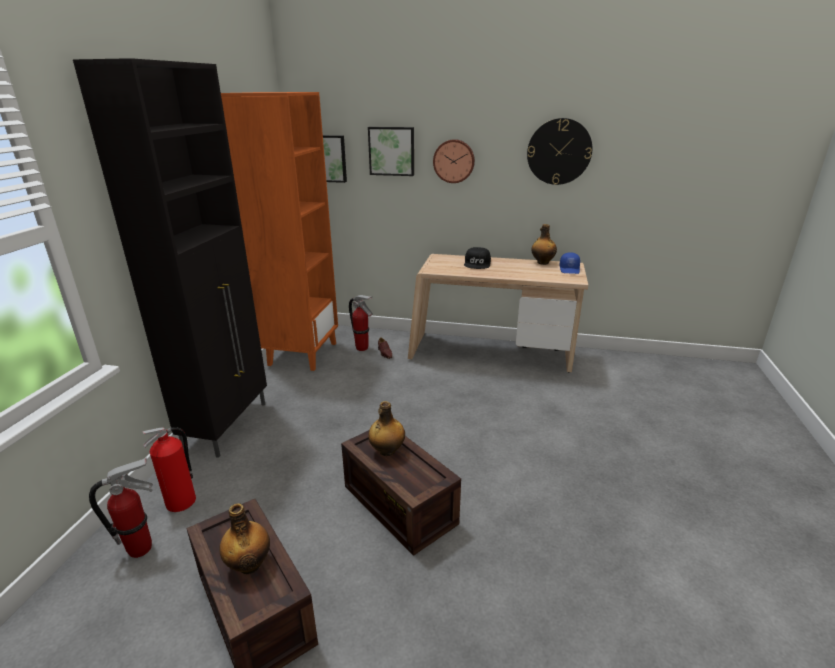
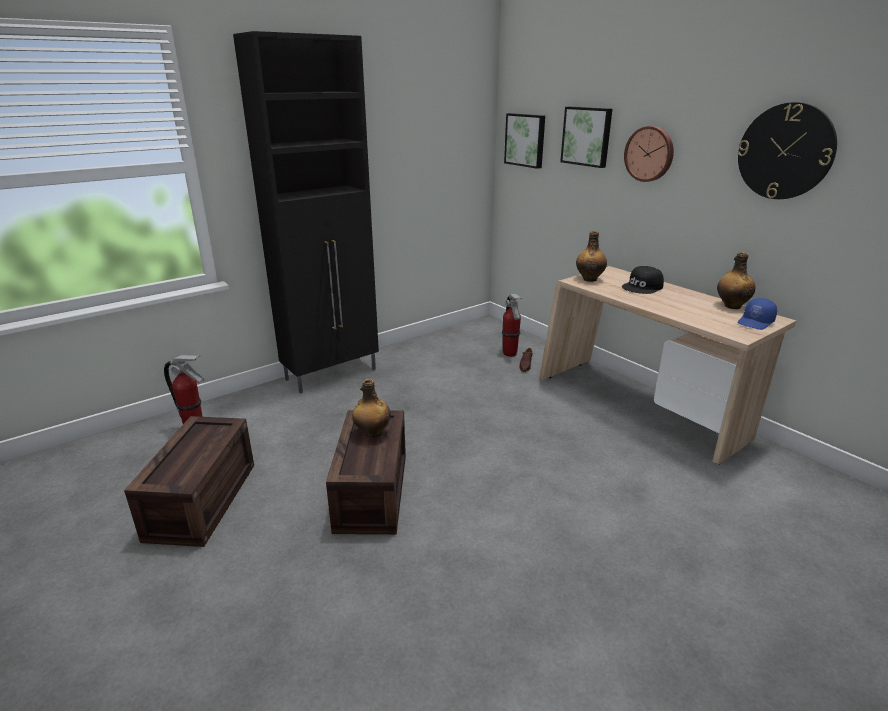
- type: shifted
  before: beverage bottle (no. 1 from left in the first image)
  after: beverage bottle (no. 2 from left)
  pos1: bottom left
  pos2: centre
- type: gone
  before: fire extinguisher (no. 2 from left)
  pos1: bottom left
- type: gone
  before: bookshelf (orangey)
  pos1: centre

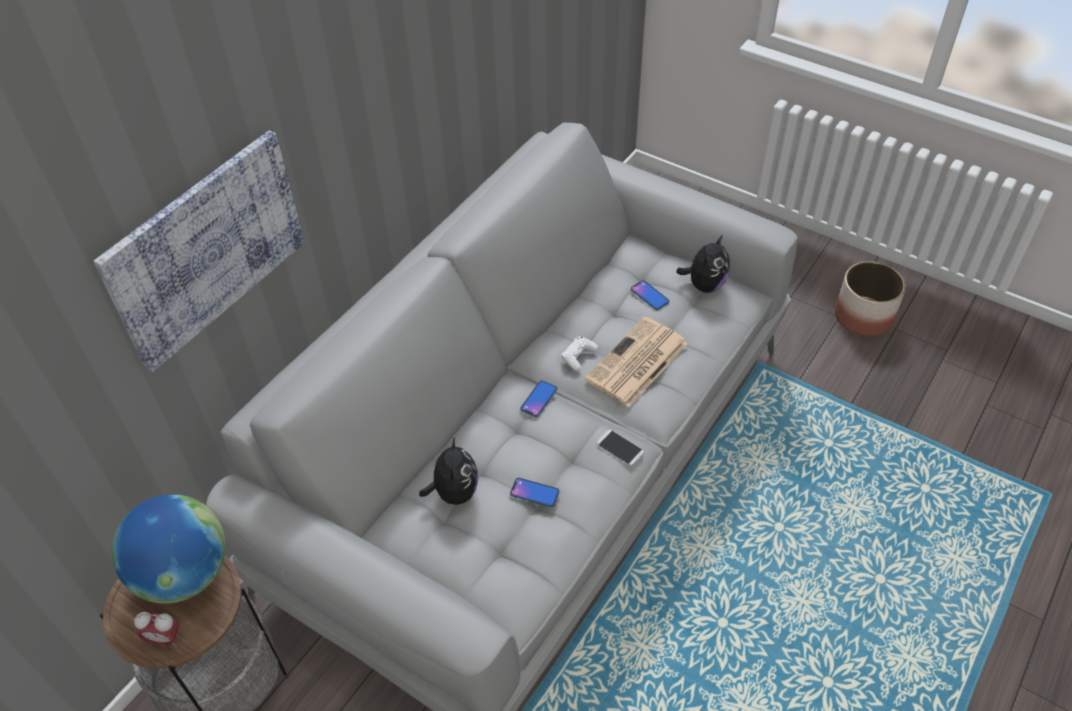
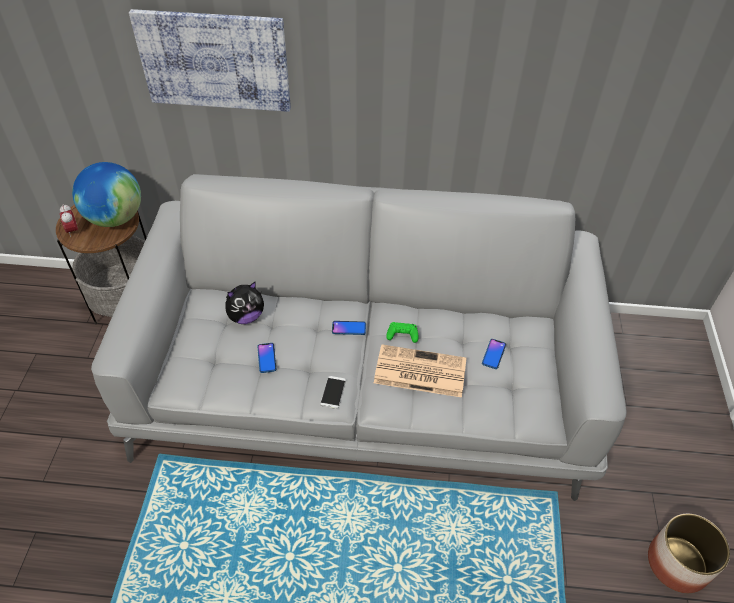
- type: repainted
  before: gamepad (white-coloured)
  after: gamepad (green)
  pos1: centre
  pos2: centre
- type: gone
  before: cuddly toy (no. 2 from left)
  pos1: centre

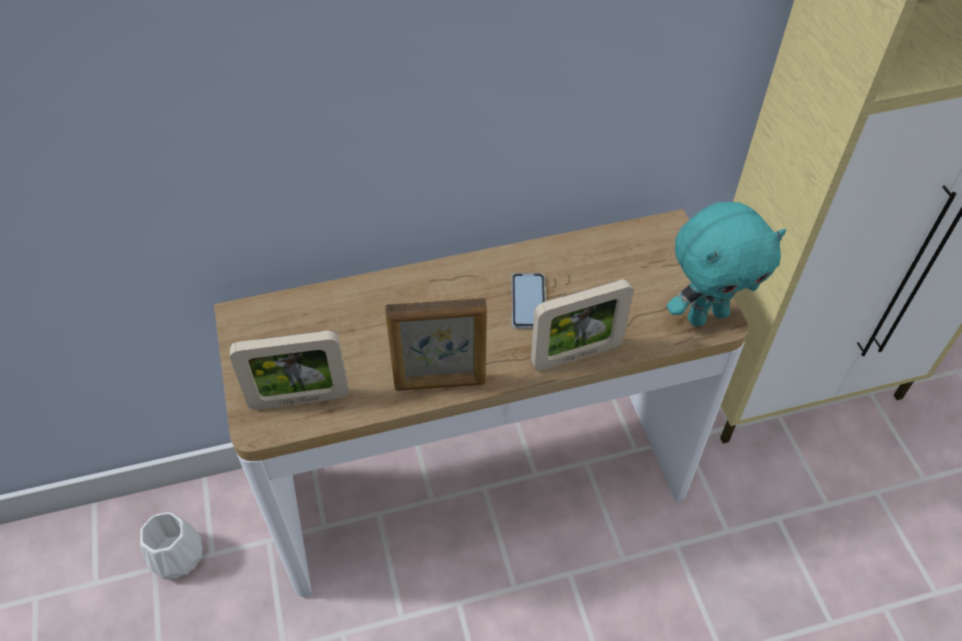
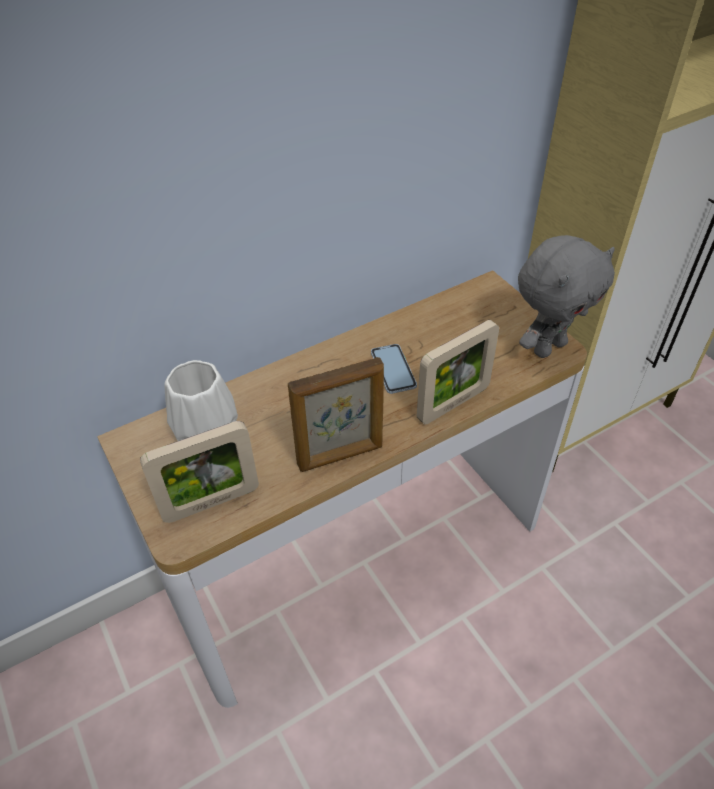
- type: shifted
  before: decorative vase (white-coloured)
  pos1: bottom left
  pos2: middle left
- type: repainted
  before: cuddly toy (turquoise-coloured)
  after: cuddly toy (grey)
  pos1: middle right
  pos2: middle right

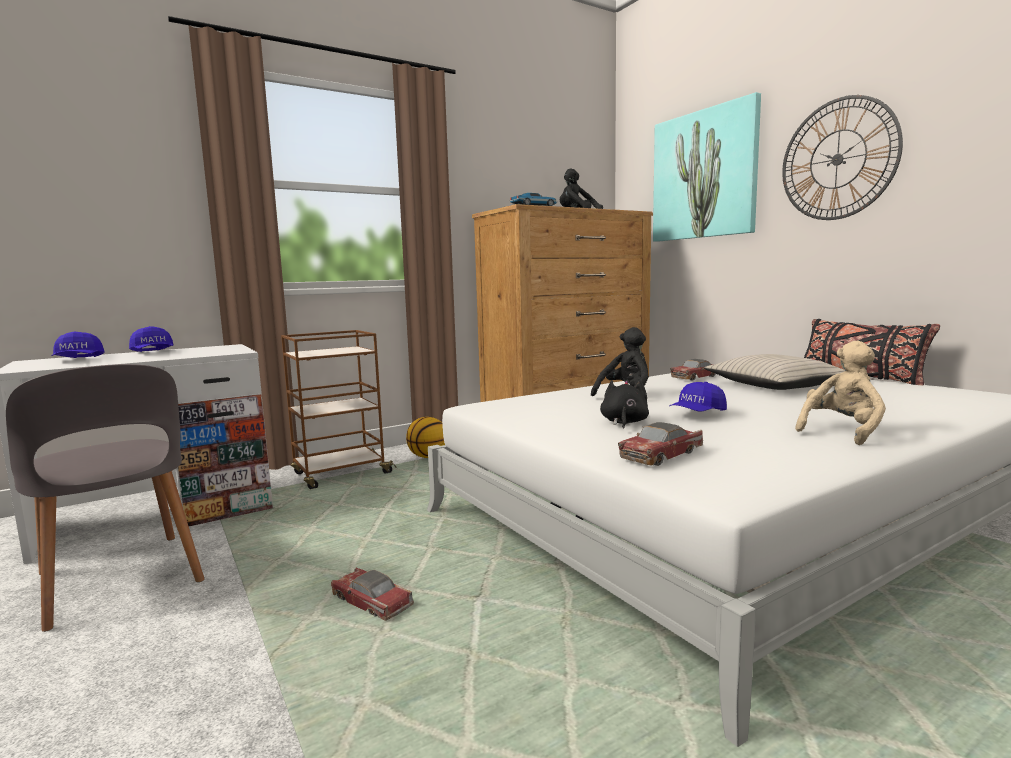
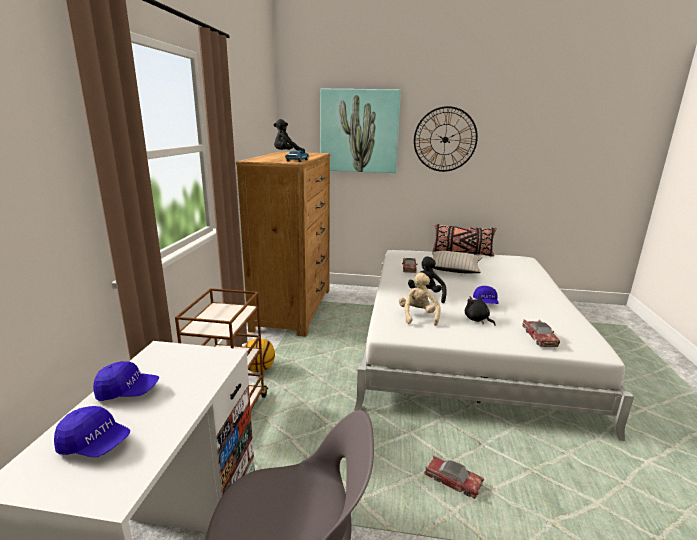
- type: shifted
  before: cuddly toy (beige)
  pos1: middle right
  pos2: centre
- type: rotated
  before: model car (no. 1 from left in the first image)
  pos1: bottom centre
  pos2: bottom centre
  turn: -135

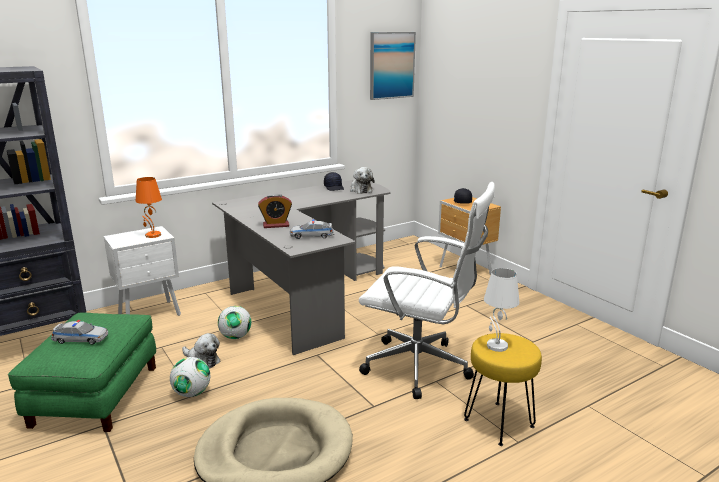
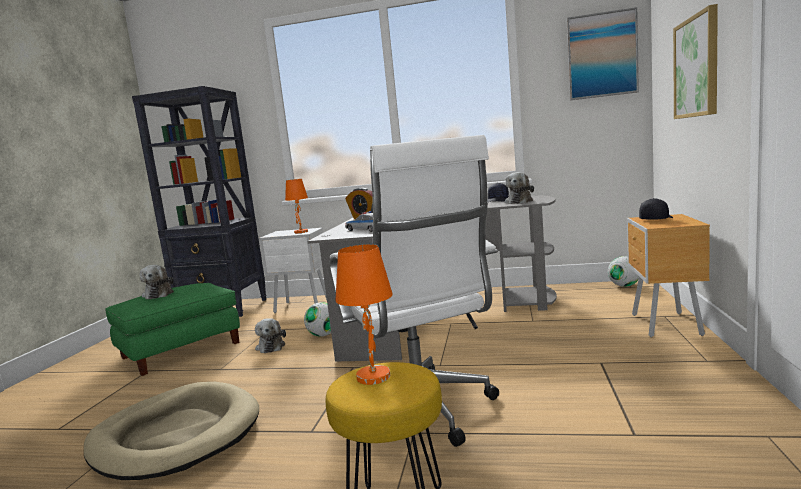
- type: swapped
  before: model car (no. 1 from left)
  after: cuddly toy (no. 1 from left)
  pos1: bottom left
  pos2: middle left
- type: repainted
  before: lamp for a table (white-coloured)
  after: lamp for a table (orangey) (no. 2 from left)
  pos1: middle right
  pos2: centre
- type: shifted
  before: football ball (no. 1 from left in the first image)
  after: football ball (no. 2 from left)
  pos1: bottom left
  pos2: middle right
- type: new
  after: wall picture (no. 2 from left)
  pos2: top right

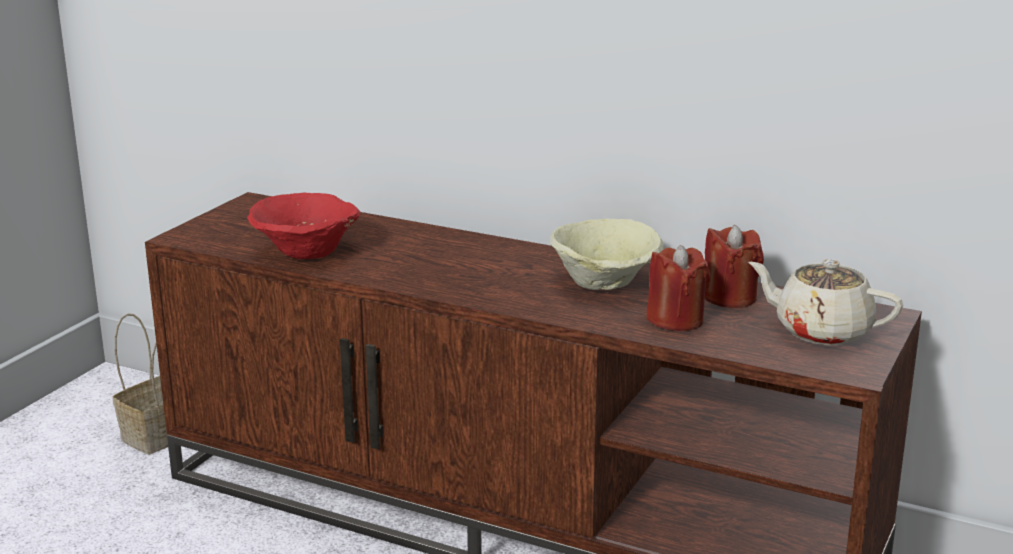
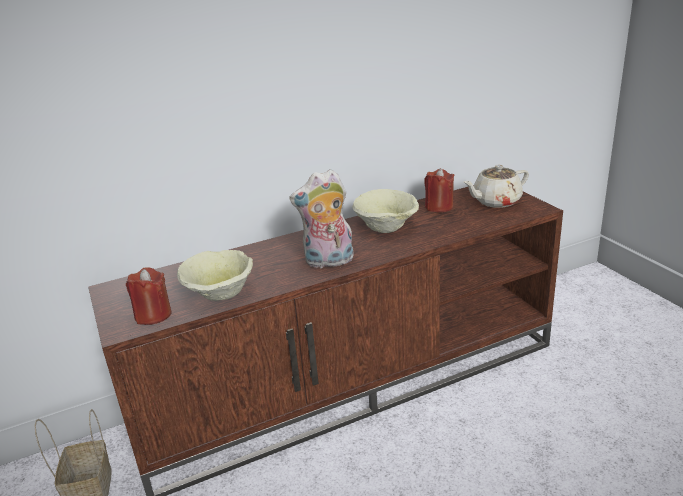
- type: shifted
  before: candle (reddish) (no. 1 from left)
  pos1: middle right
  pos2: middle left
- type: repainted
  before: serving bowl (reddish)
  after: serving bowl (beige) (no. 1 from left)
  pos1: middle left
  pos2: middle left
- type: new
  after: cuddly toy
  pos2: centre

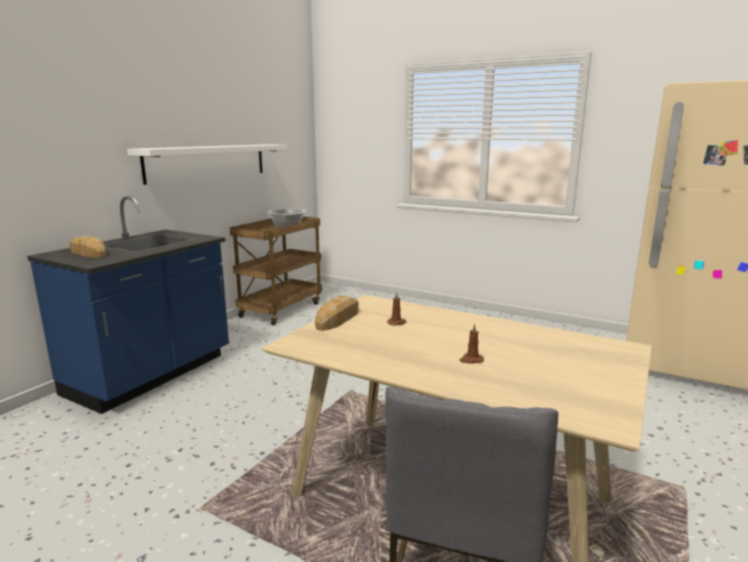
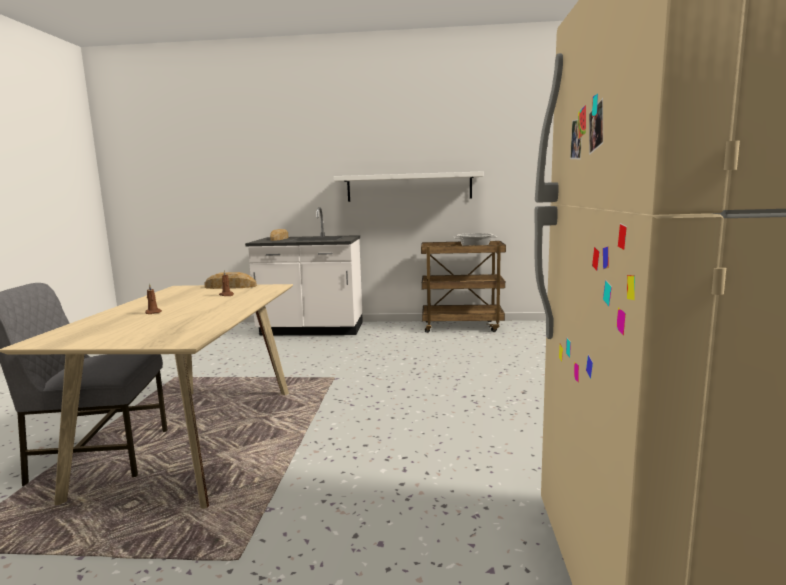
- type: repainted
  before: counter (bluish)
  after: counter (white-coloured)
  pos1: middle left
  pos2: centre

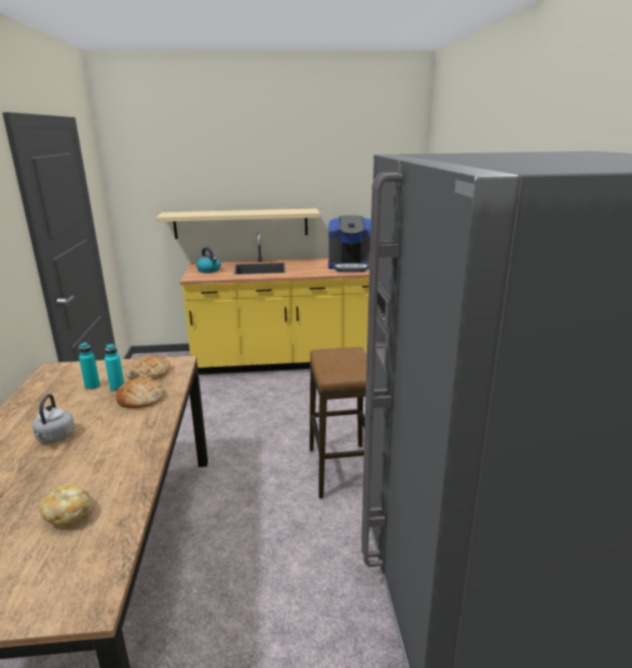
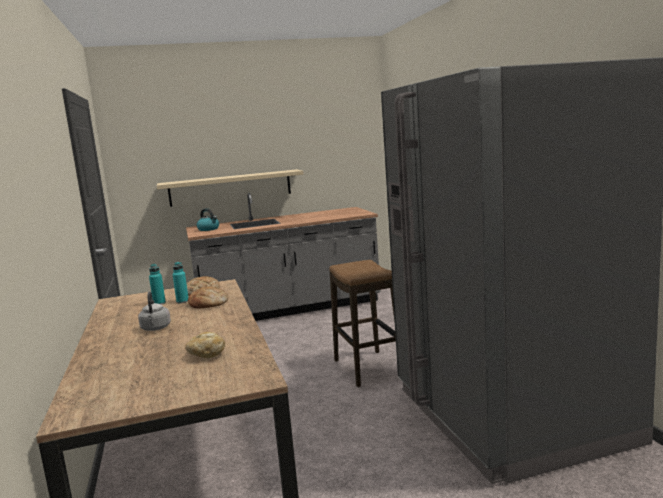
- type: repainted
  before: counter (yellowish)
  after: counter (grey)
  pos1: centre
  pos2: centre
- type: gone
  before: coffee brewer
  pos1: centre

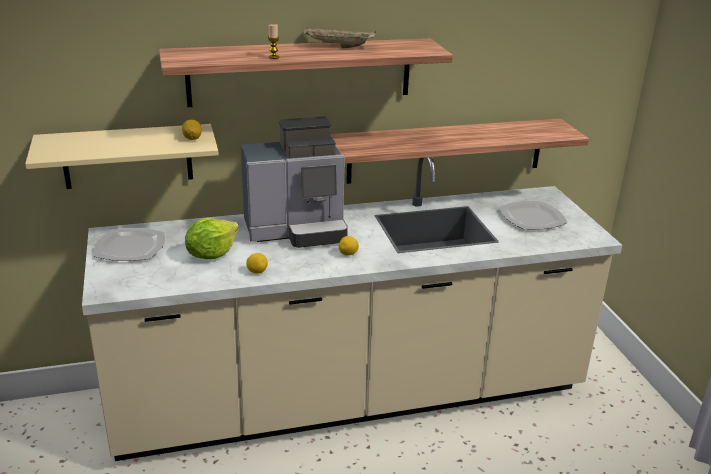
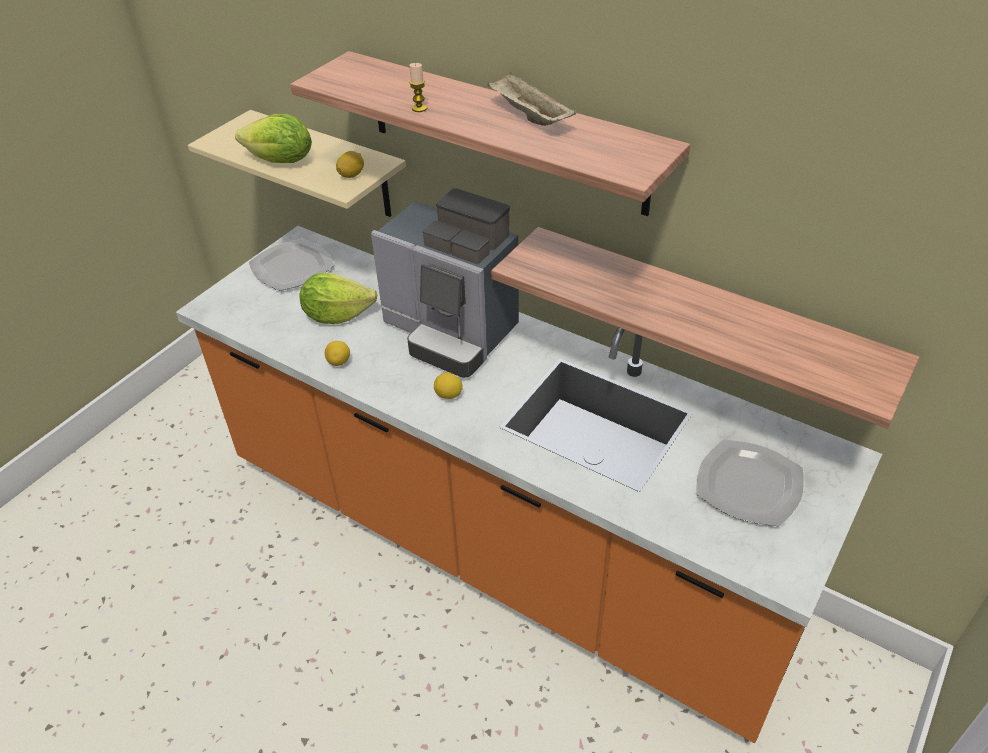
- type: repainted
  before: counter (beige)
  after: counter (orangey)
  pos1: centre
  pos2: centre
- type: new
  after: lettuce (no. 1 from left)
  pos2: top left

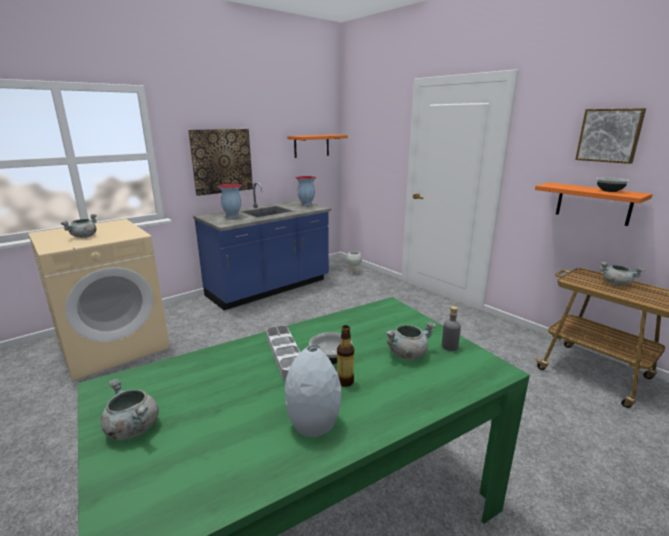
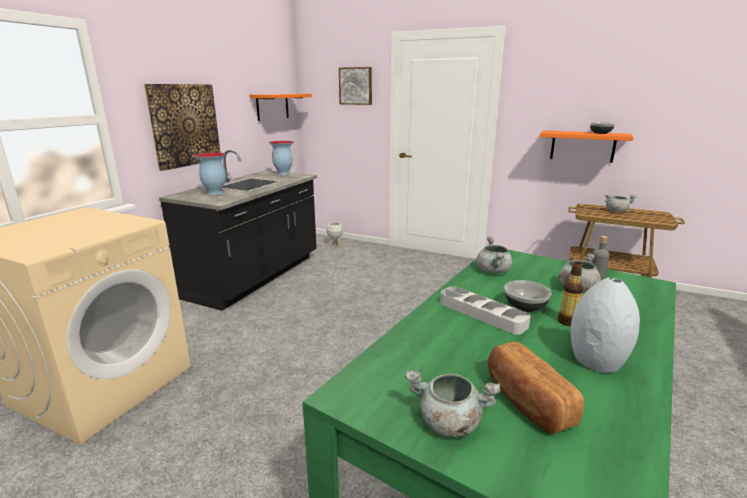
- type: repainted
  before: counter (bluish)
  after: counter (black-coloured)
  pos1: centre
  pos2: middle left
- type: shifted
  before: wall picture (no. 2 from left)
  pos1: top right
  pos2: top centre
- type: shifted
  before: cooking pot (grey) (no. 1 from left in the first image)
  after: cooking pot (grey) (no. 2 from left)
  pos1: middle left
  pos2: centre
- type: new
  after: bakery bread
  pos2: bottom right

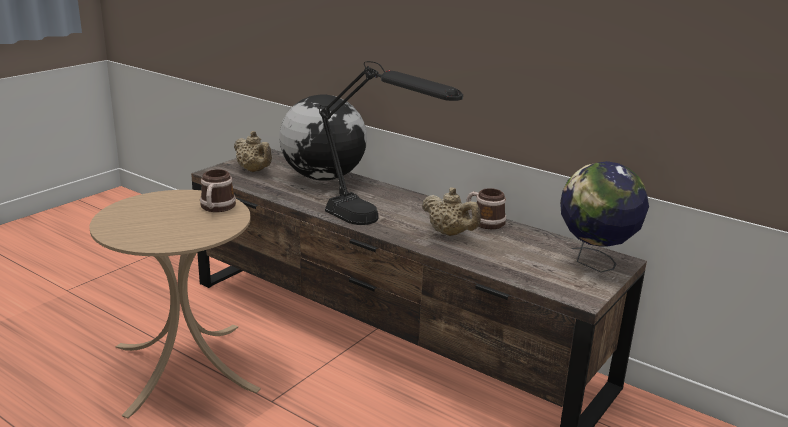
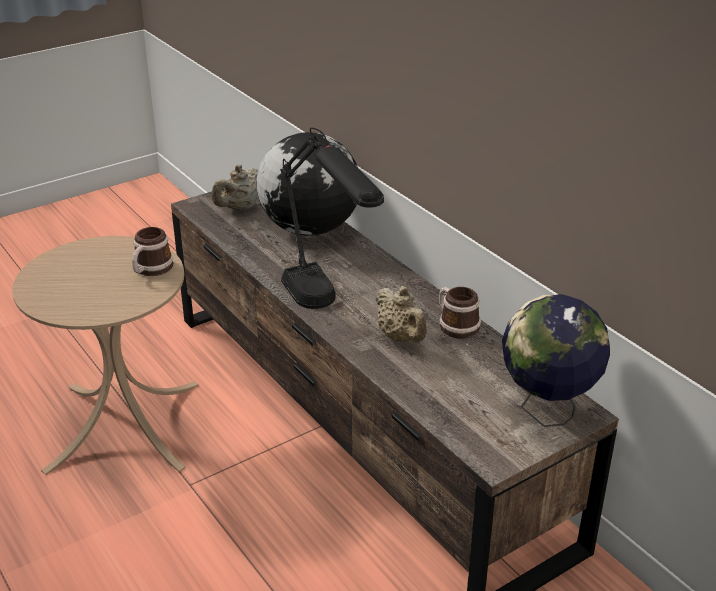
- type: rotated
  before: teapot (beige) (no. 1 from left)
  pos1: middle left
  pos2: top left
  turn: 60

